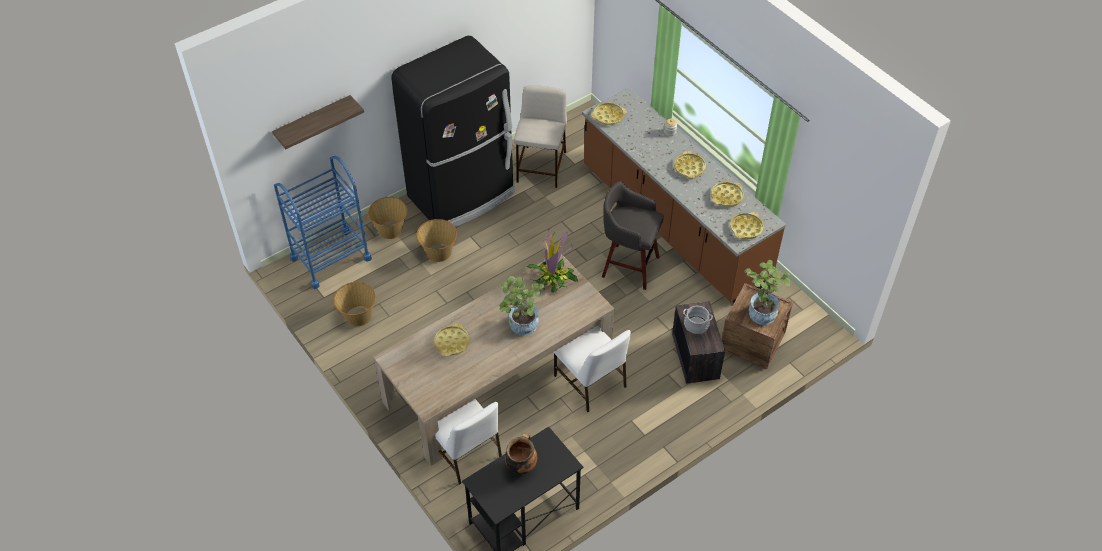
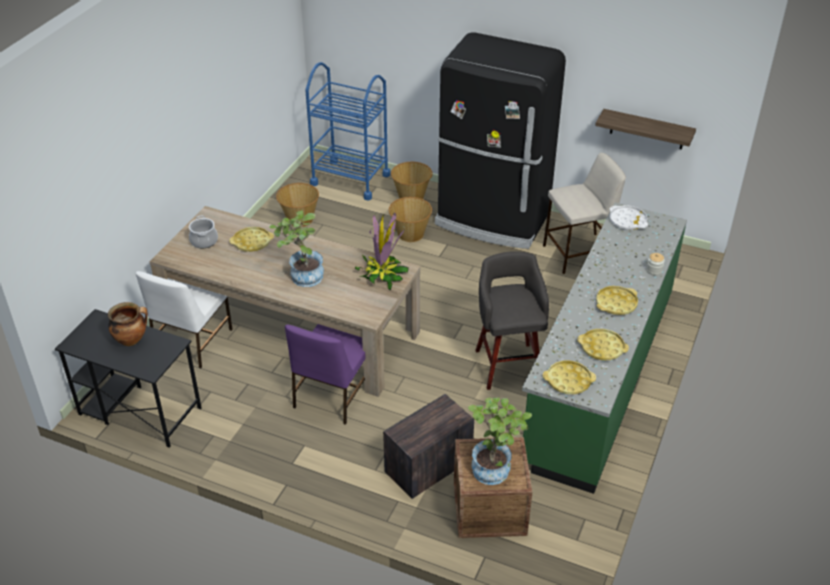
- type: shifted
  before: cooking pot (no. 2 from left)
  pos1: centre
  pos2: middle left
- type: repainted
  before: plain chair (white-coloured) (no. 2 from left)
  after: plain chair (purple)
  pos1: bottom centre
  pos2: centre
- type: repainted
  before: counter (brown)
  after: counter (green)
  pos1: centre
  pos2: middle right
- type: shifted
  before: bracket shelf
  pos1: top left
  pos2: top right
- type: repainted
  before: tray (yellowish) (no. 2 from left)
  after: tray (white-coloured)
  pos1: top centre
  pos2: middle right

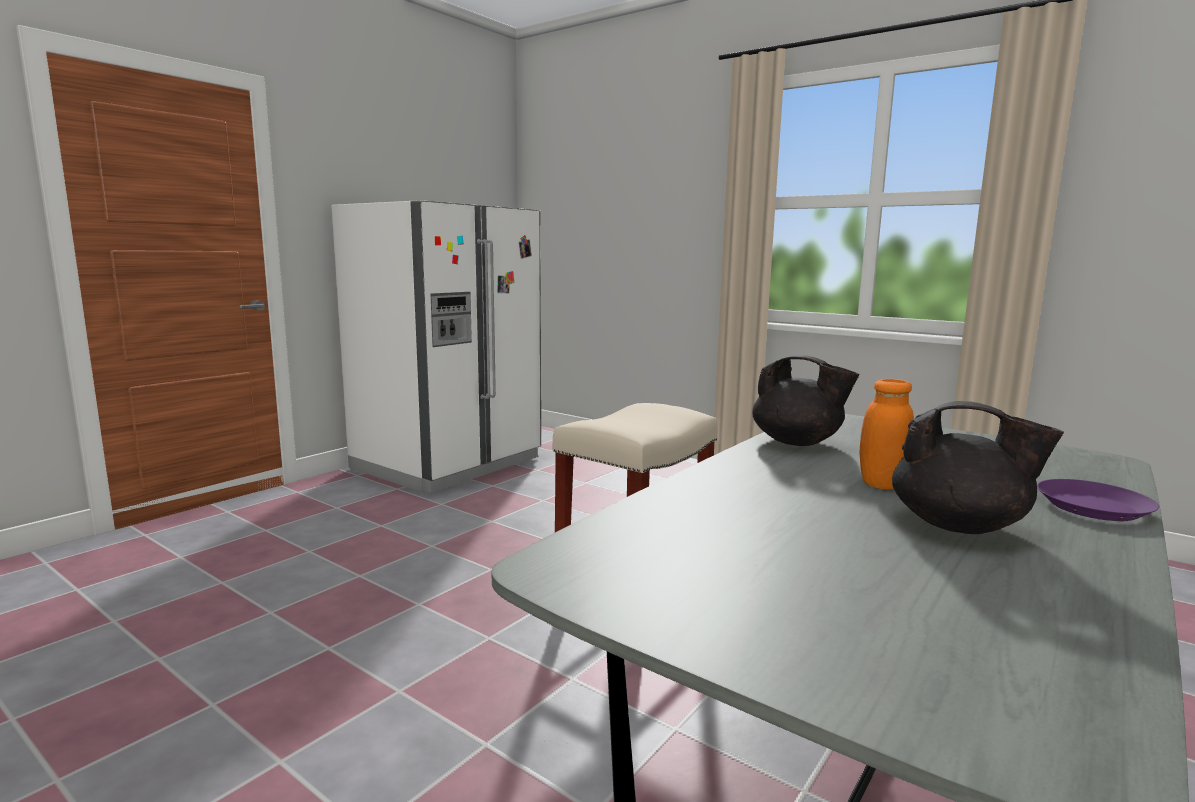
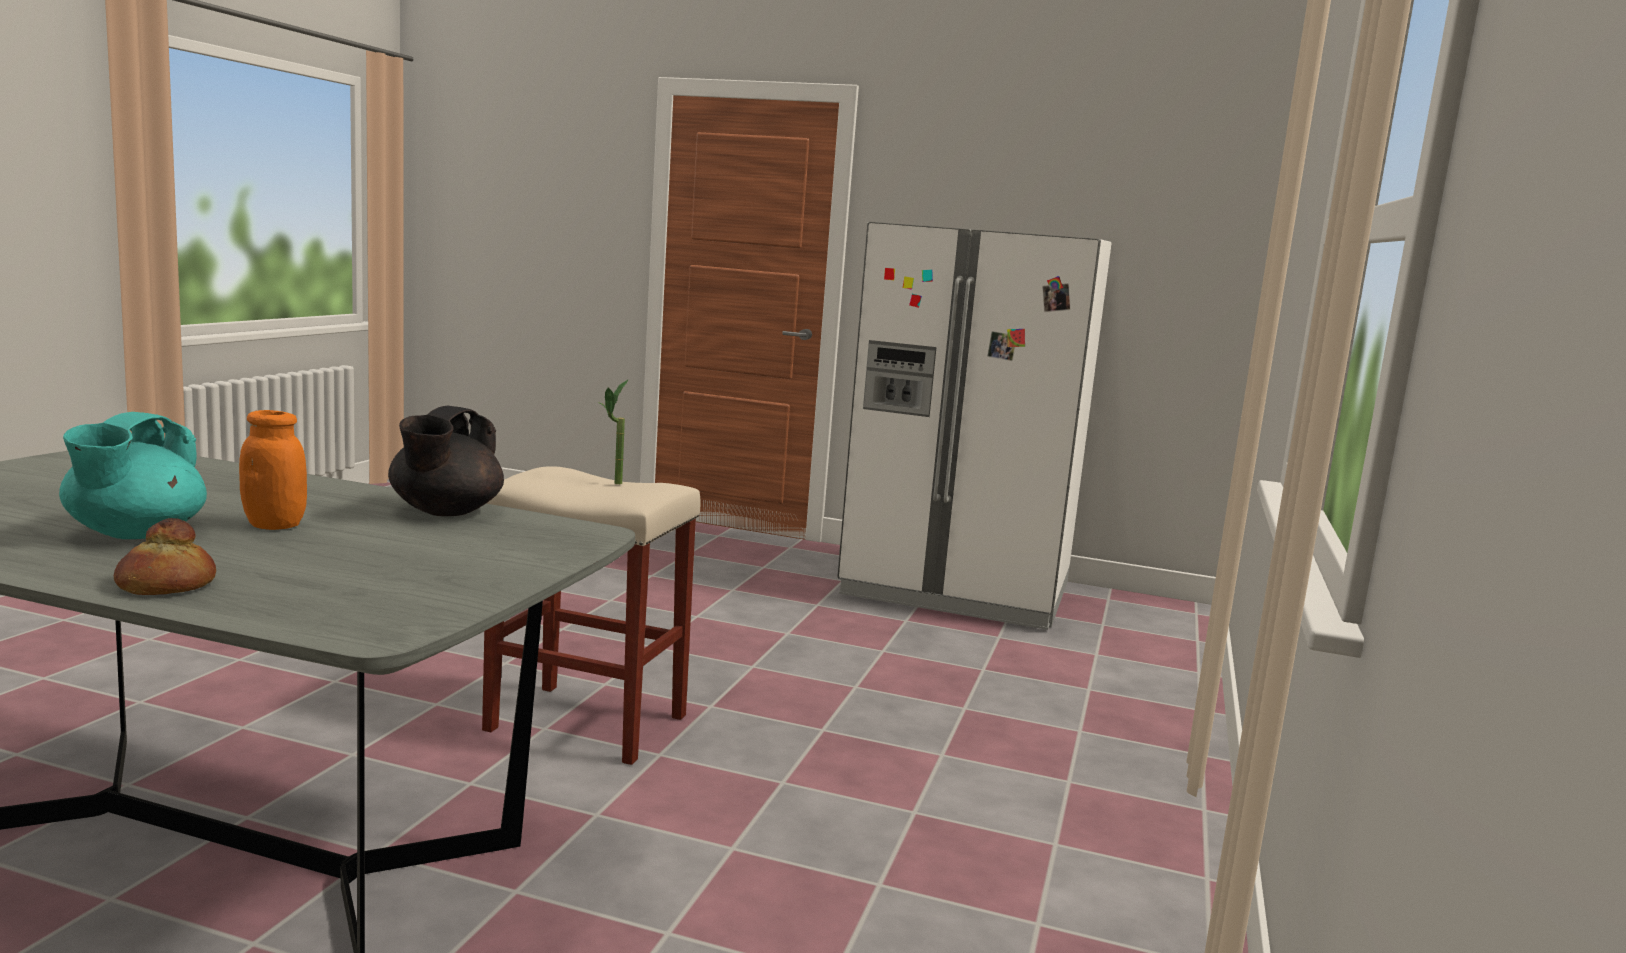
- type: repainted
  before: teapot (black-coloured) (no. 2 from left)
  after: teapot (turquoise-coloured)
  pos1: middle right
  pos2: middle left
- type: swapped
  before: plate (purple)
  after: bakery bread
  pos1: middle right
  pos2: middle left
- type: new
  after: houseplant
  pos2: centre

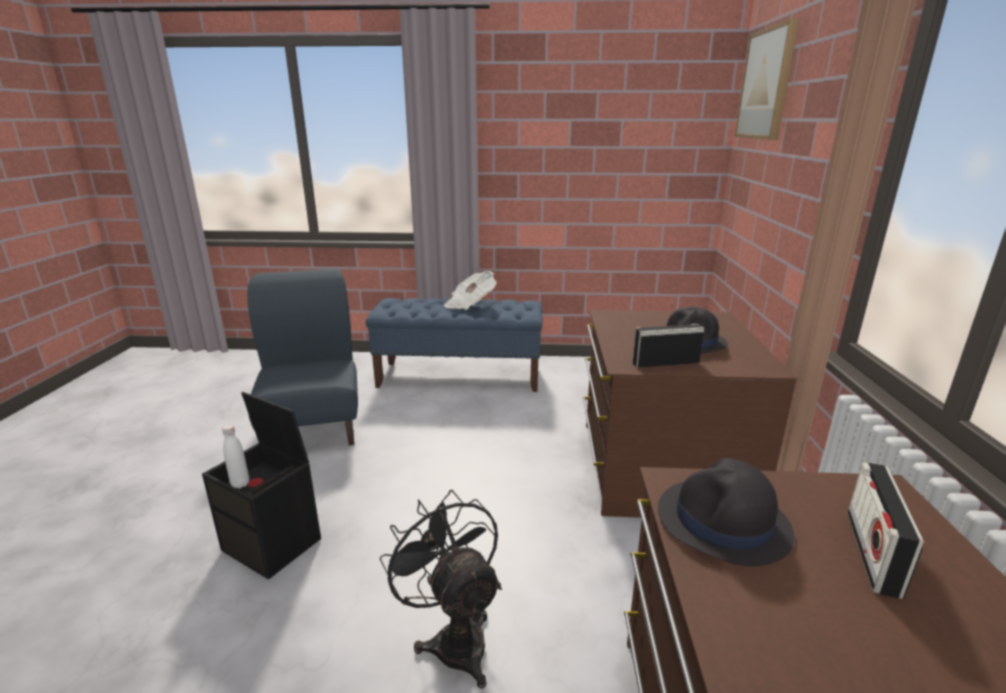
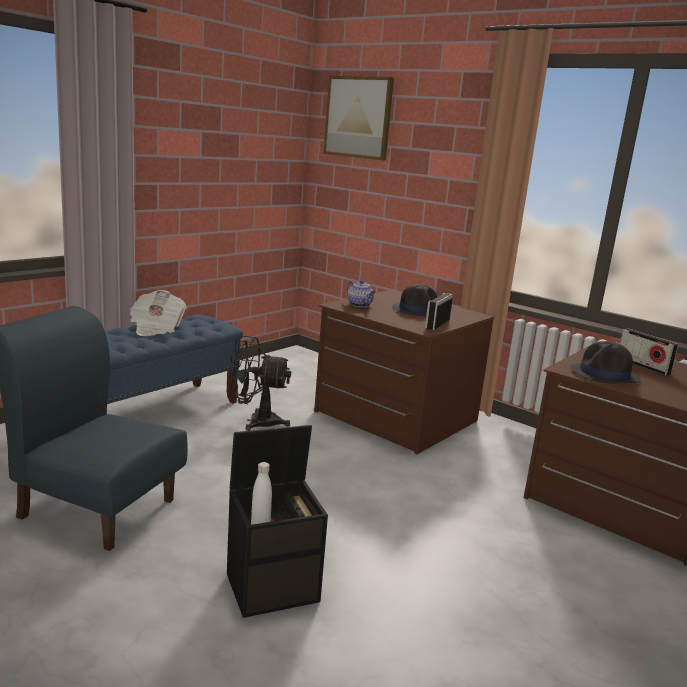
- type: shifted
  before: electric fan (black-coloured)
  pos1: bottom centre
  pos2: centre
- type: new
  after: teapot
  pos2: centre

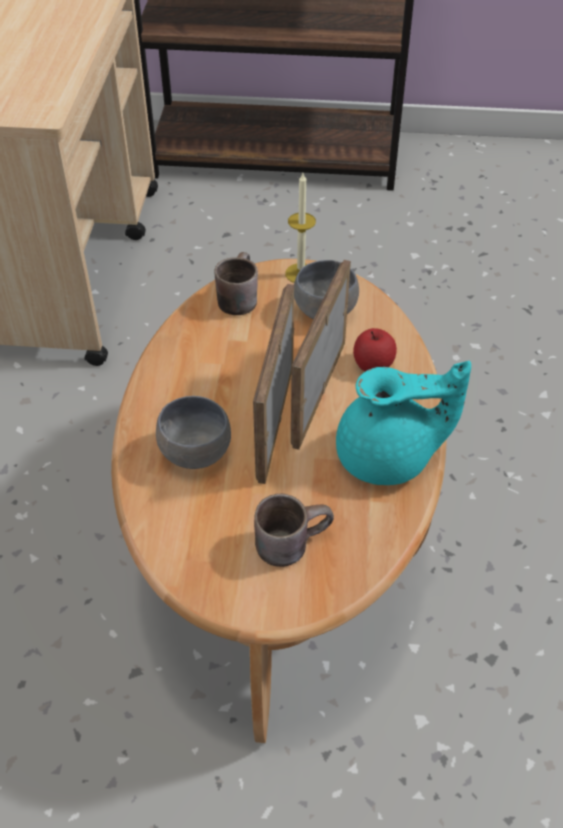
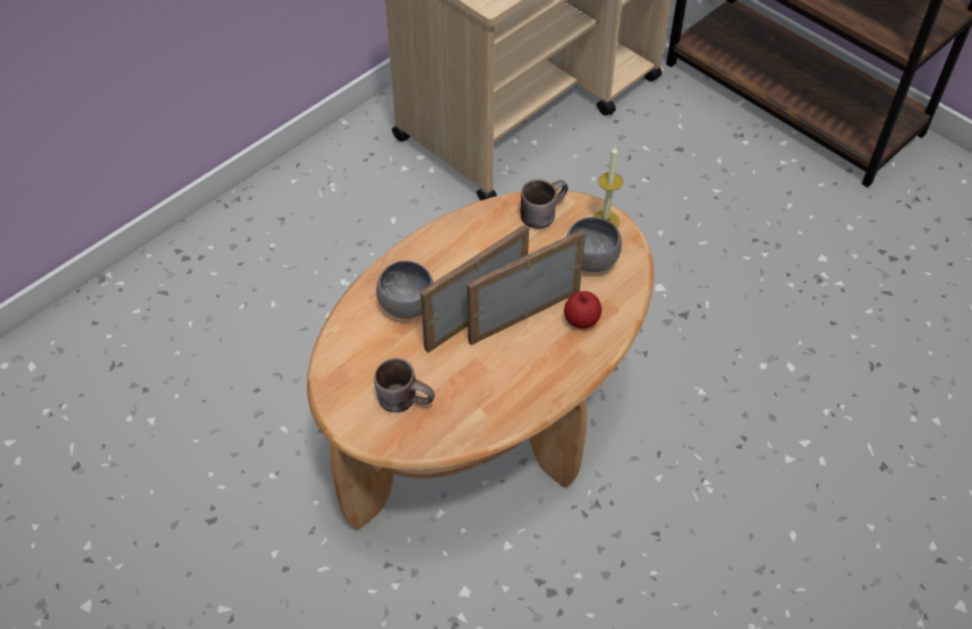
- type: gone
  before: teapot (turquoise-coloured)
  pos1: middle right

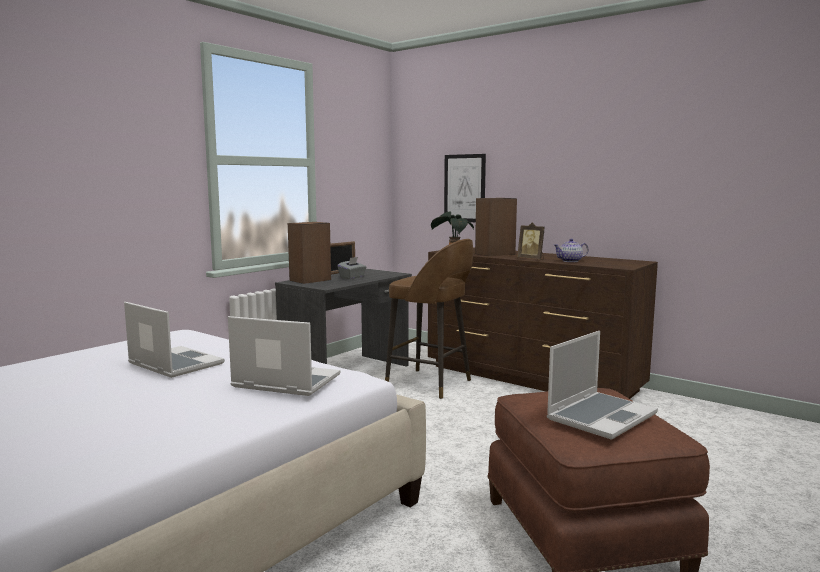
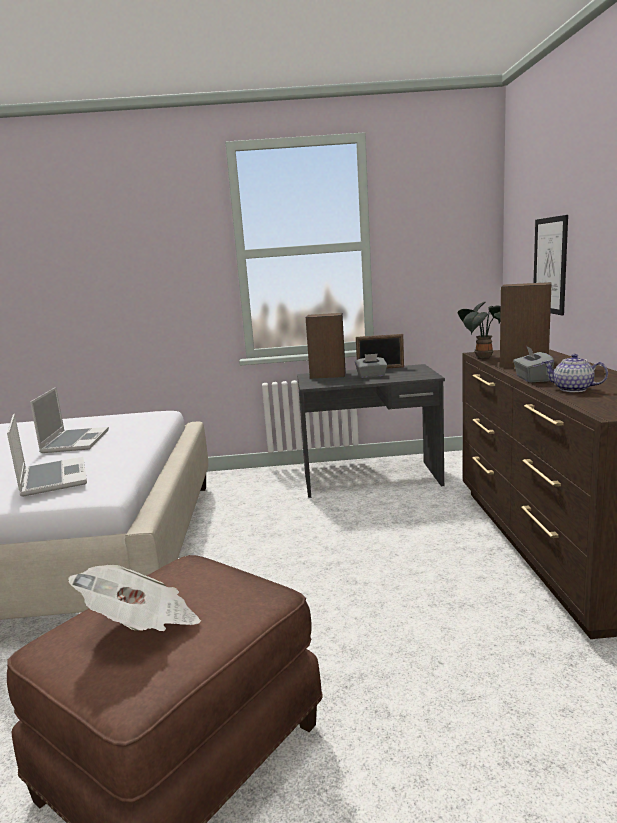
- type: swapped
  before: laptop (no. 3 from left)
  after: printed paper
  pos1: bottom right
  pos2: bottom left
- type: swapped
  before: picture frame (no. 2 from left)
  after: box of tissues (grey) (no. 2 from left)
  pos1: centre
  pos2: middle right
- type: gone
  before: stool seat (brown)
  pos1: centre

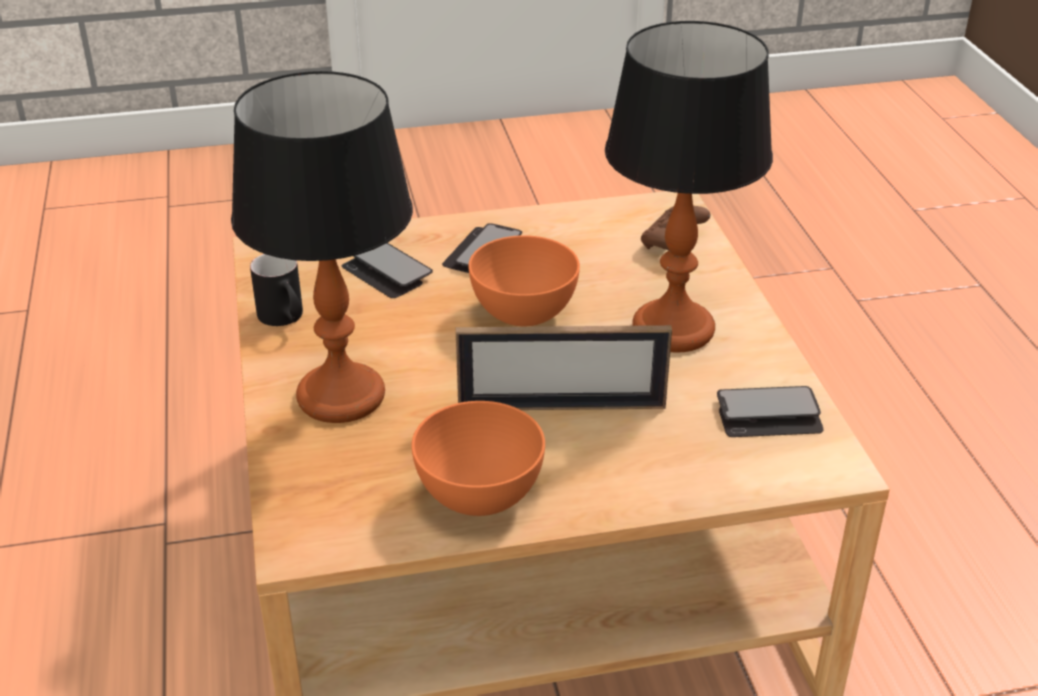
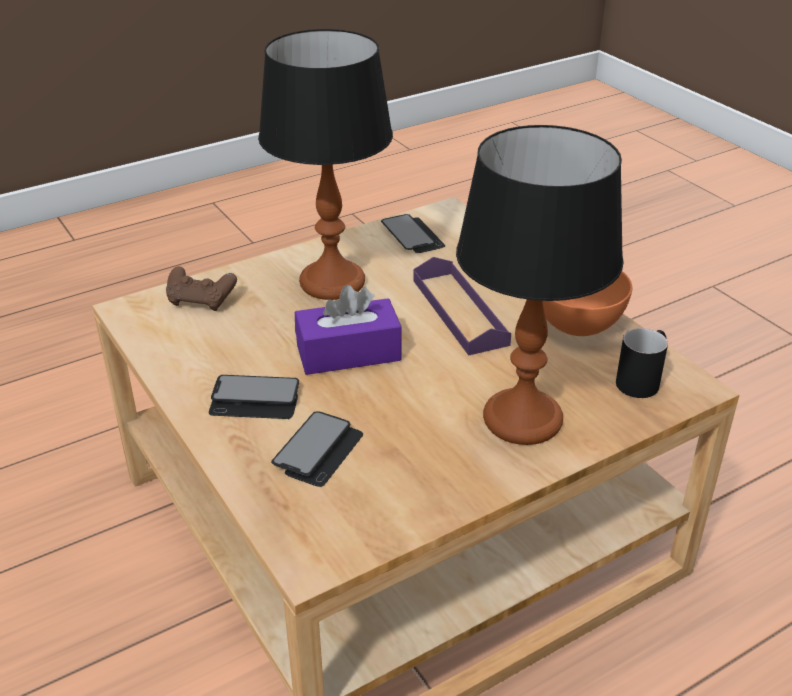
- type: swapped
  before: serving bowl (orangey) (no. 2 from left)
  after: box of tissues (purple)
  pos1: centre
  pos2: centre
- type: swapped
  before: picture frame
  after: tray (purple)
  pos1: centre
  pos2: centre
- type: shifted
  before: mug (black-coloured)
  pos1: middle left
  pos2: middle right

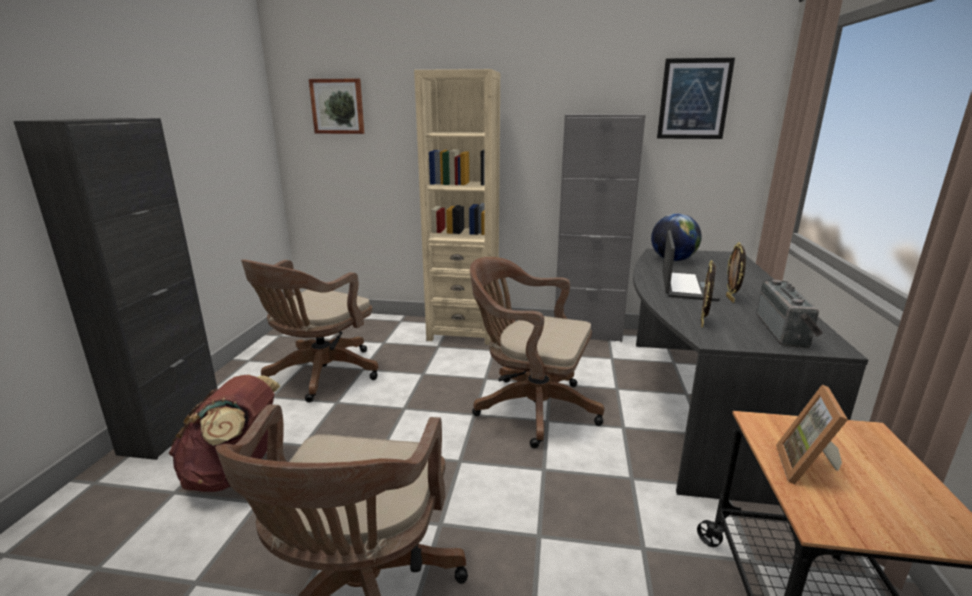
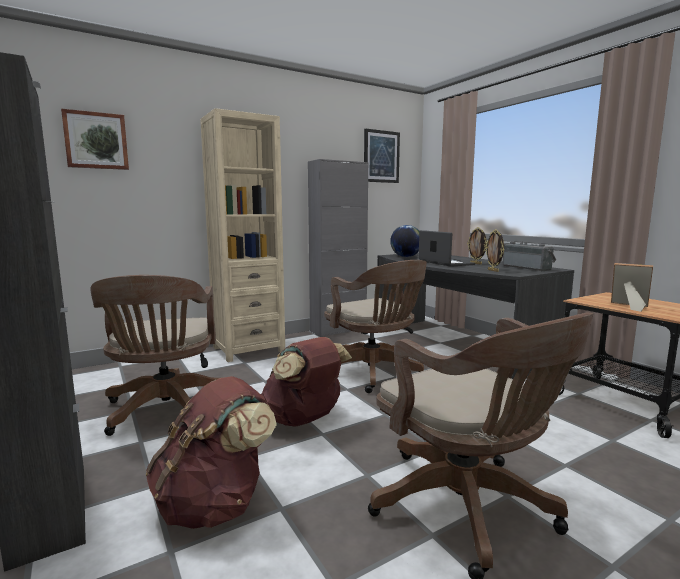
- type: new
  after: backpack (brown) (no. 2 from left)
  pos2: centre
- type: rotated
  before: computer chair (brown) (no. 3 from left in the first image)
  pos1: centre
  pos2: centre
  turn: -105
- type: rotated
  before: picture frame (no. 3 from left)
  pos1: bottom right
  pos2: middle right
  turn: 150

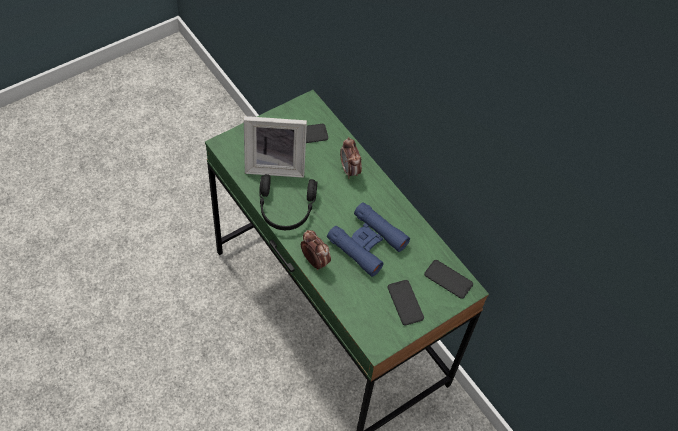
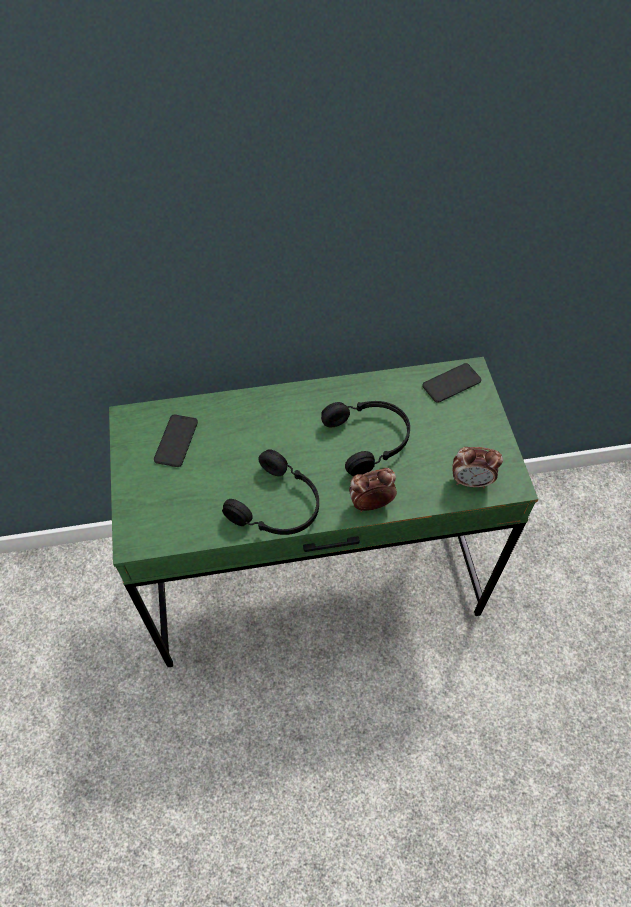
- type: swapped
  before: binoculars (bluish)
  after: pair of headphones (black-coloured) (no. 2 from left)
  pos1: centre
  pos2: centre
- type: shifted
  before: table clock (no. 2 from left)
  pos1: centre
  pos2: middle right
- type: gone
  before: picture frame
  pos1: centre
- type: gone
  before: phone (no. 2 from left)
  pos1: bottom centre

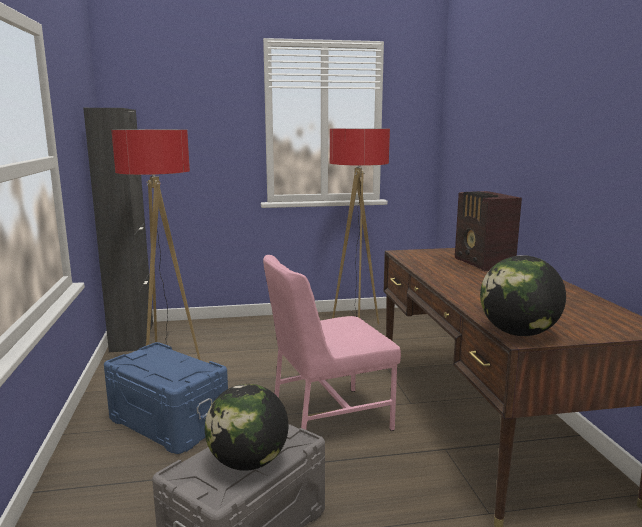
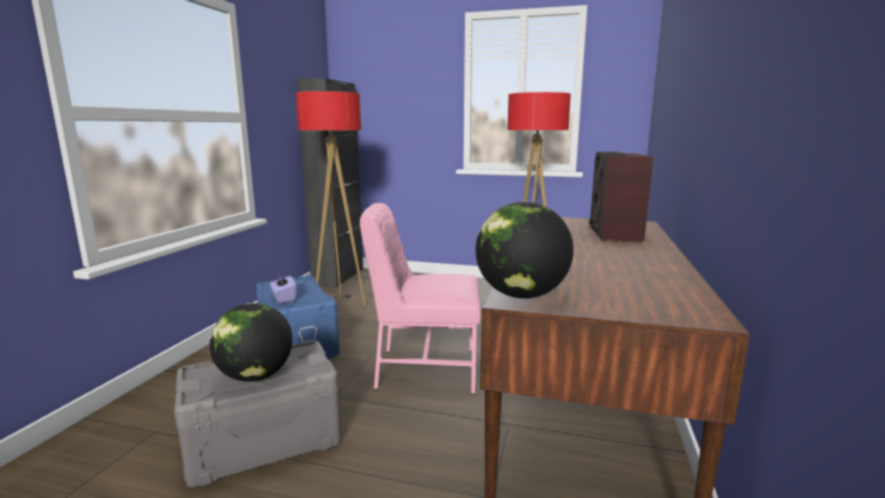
- type: new
  after: box of tissues (purple)
  pos2: middle left

